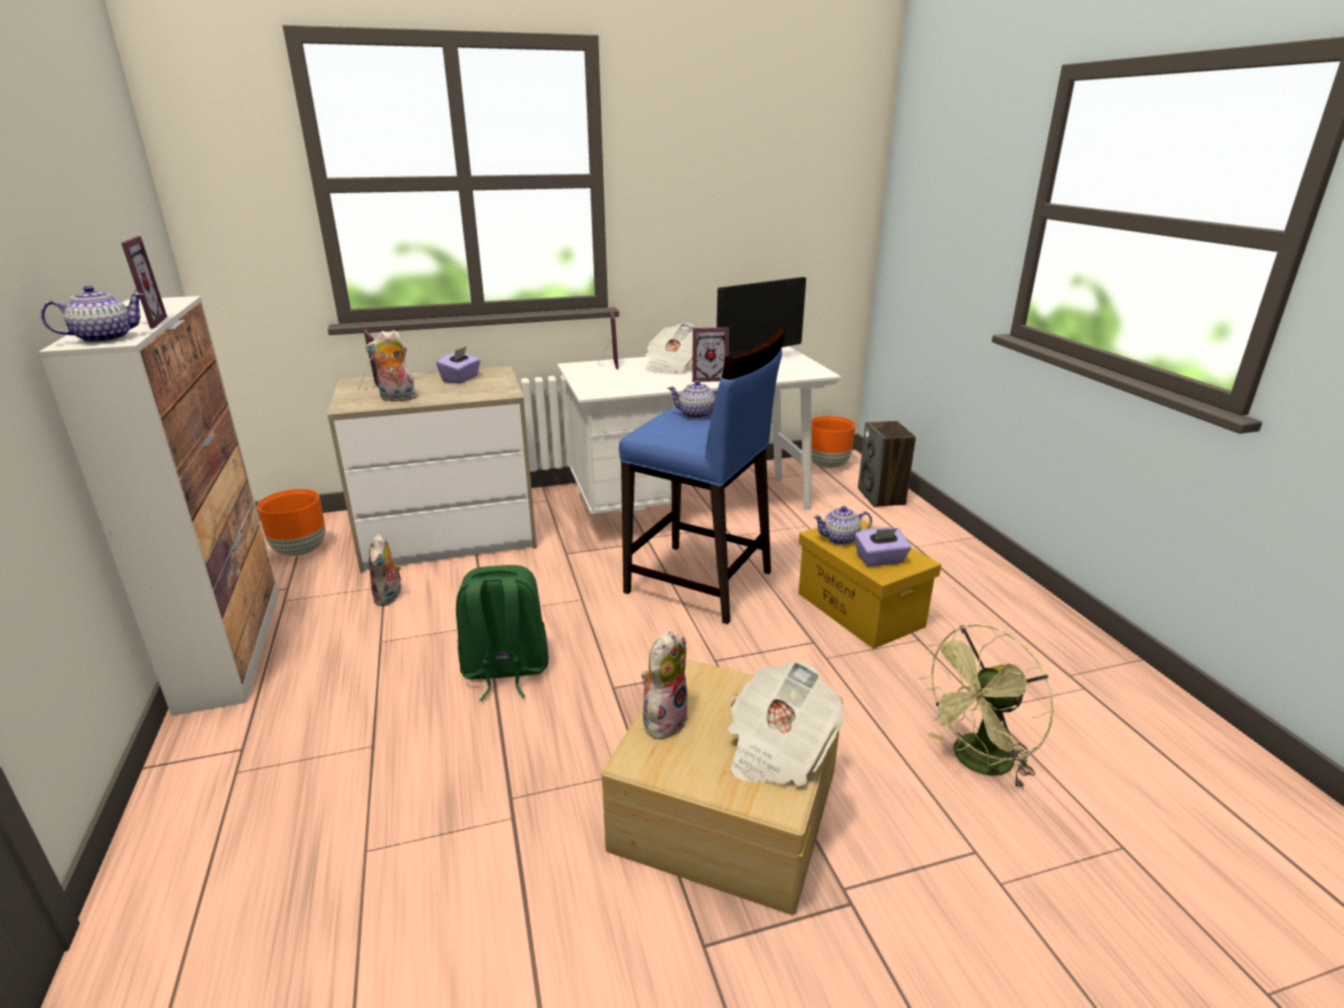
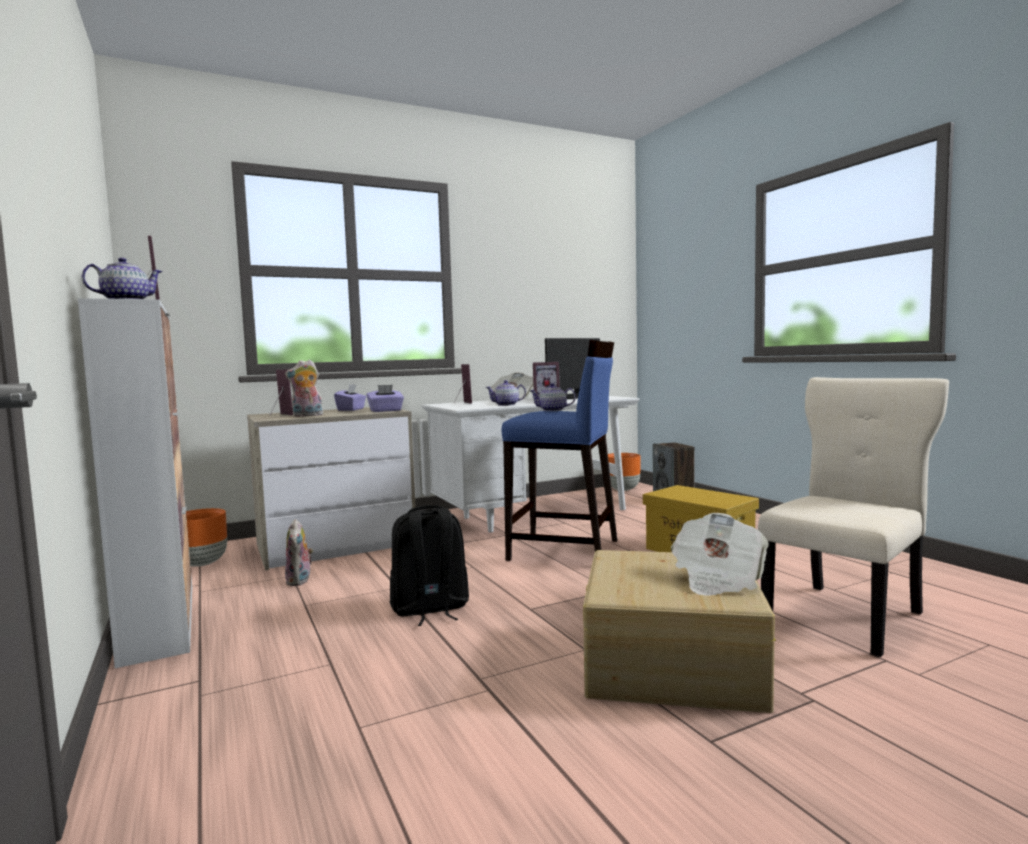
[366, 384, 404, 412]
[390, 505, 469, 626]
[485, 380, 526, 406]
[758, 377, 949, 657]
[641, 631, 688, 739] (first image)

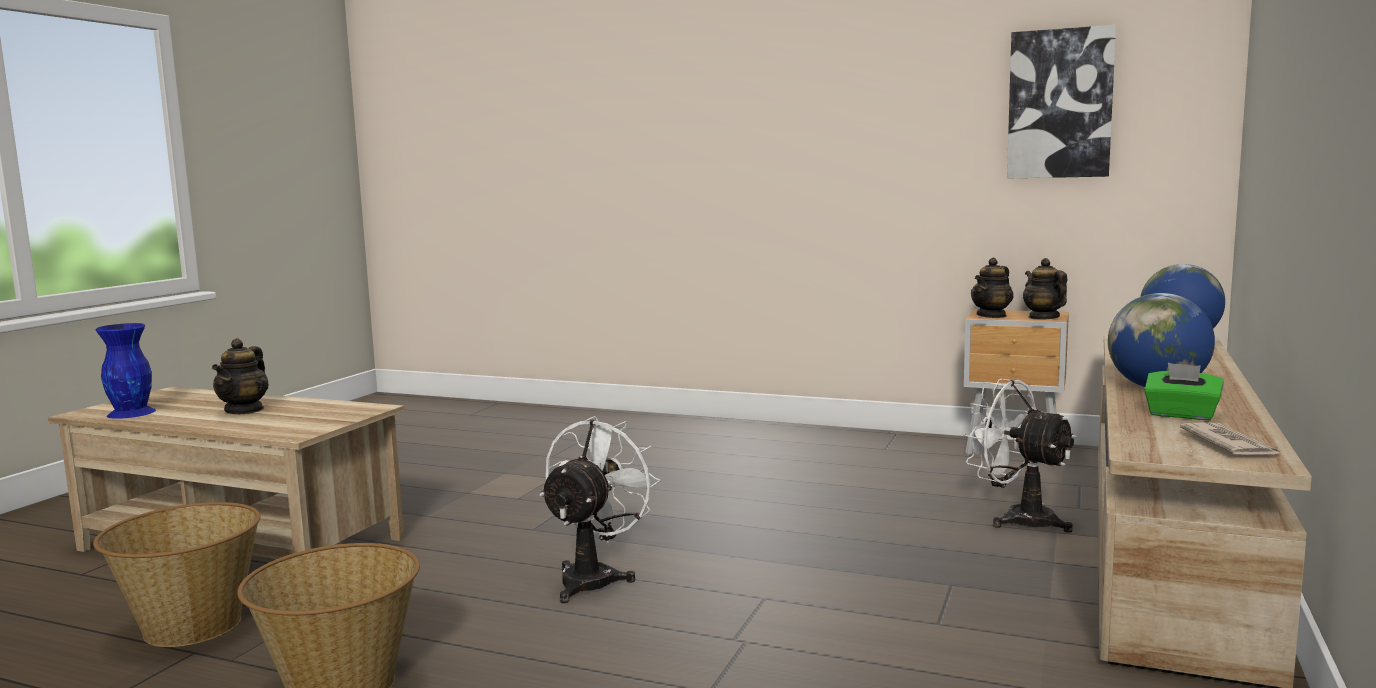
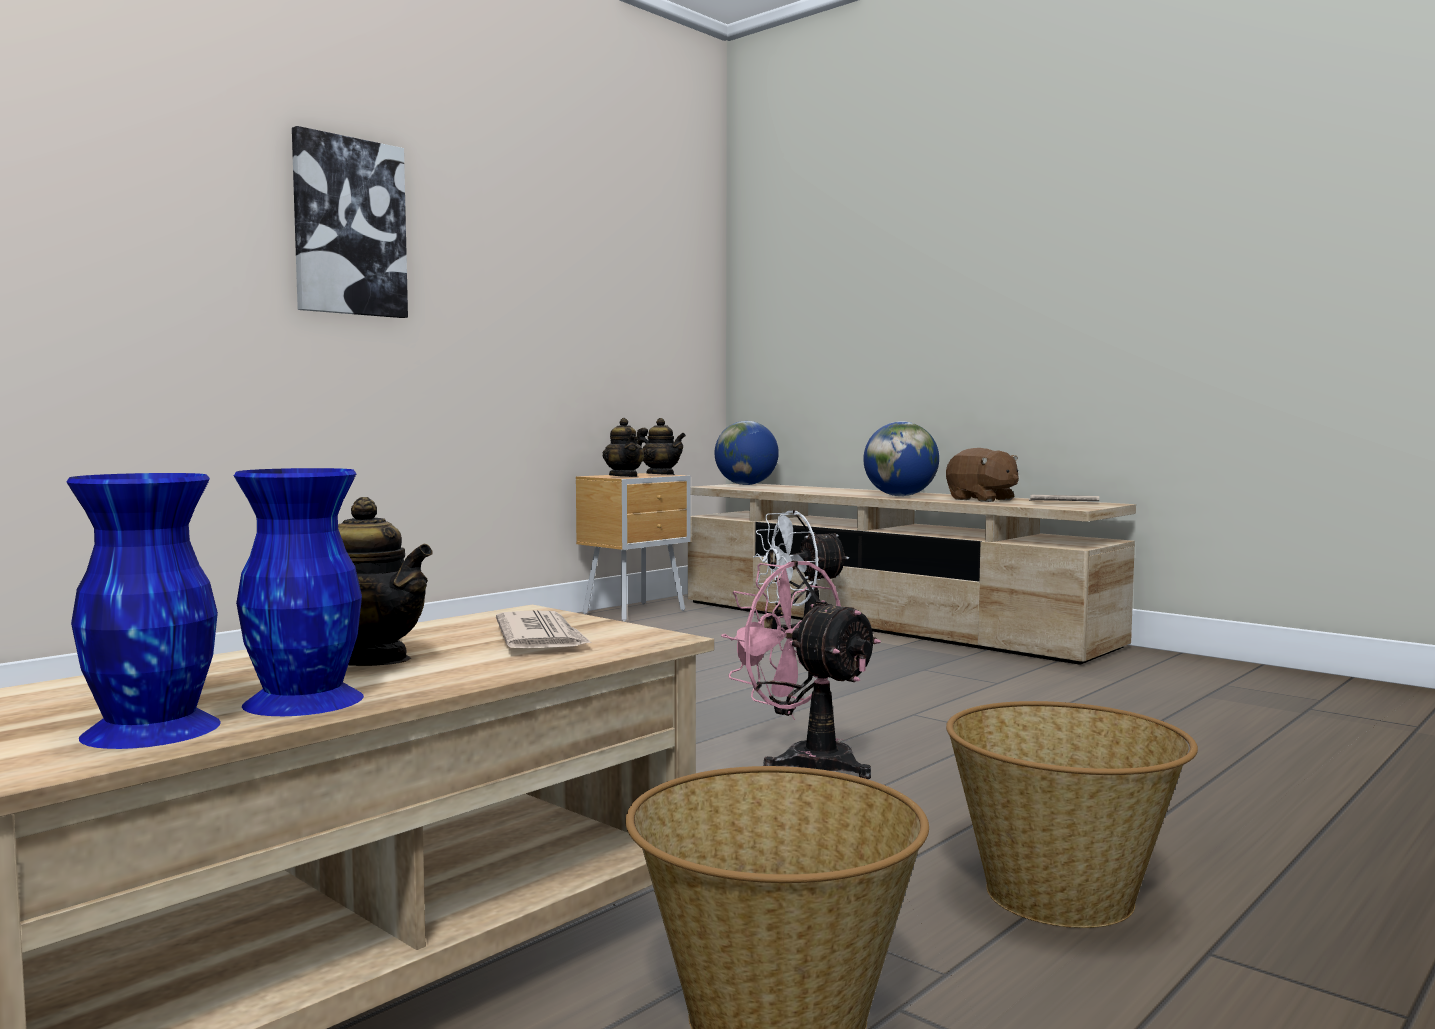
[234, 468, 364, 716]
[292, 126, 408, 318]
[496, 610, 592, 648]
[637, 418, 686, 475]
[721, 560, 881, 779]
[946, 448, 1019, 502]

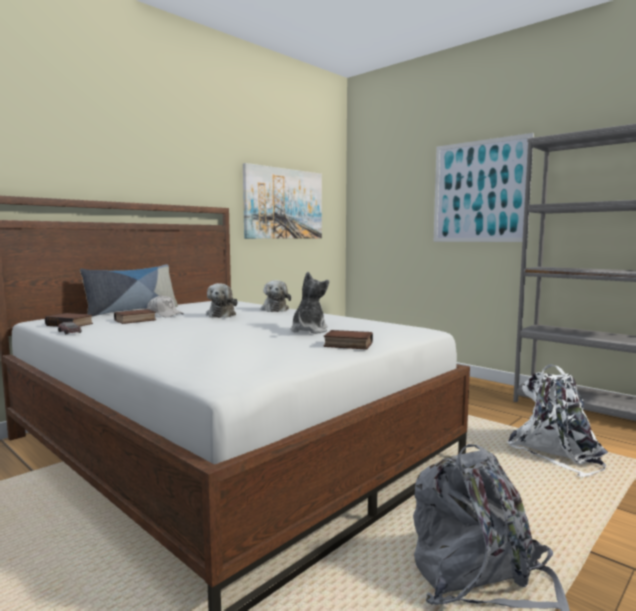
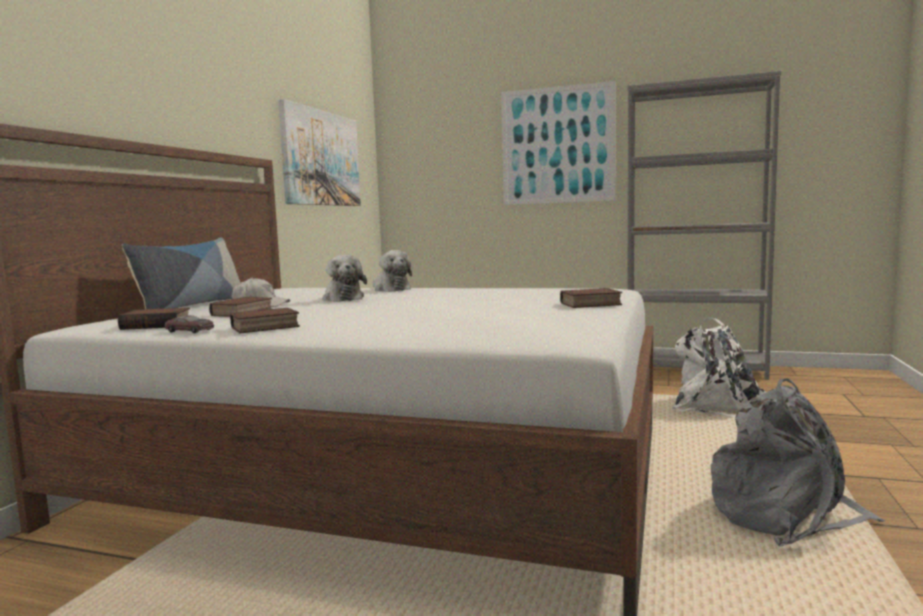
[230, 308, 300, 333]
[291, 272, 329, 334] (first image)

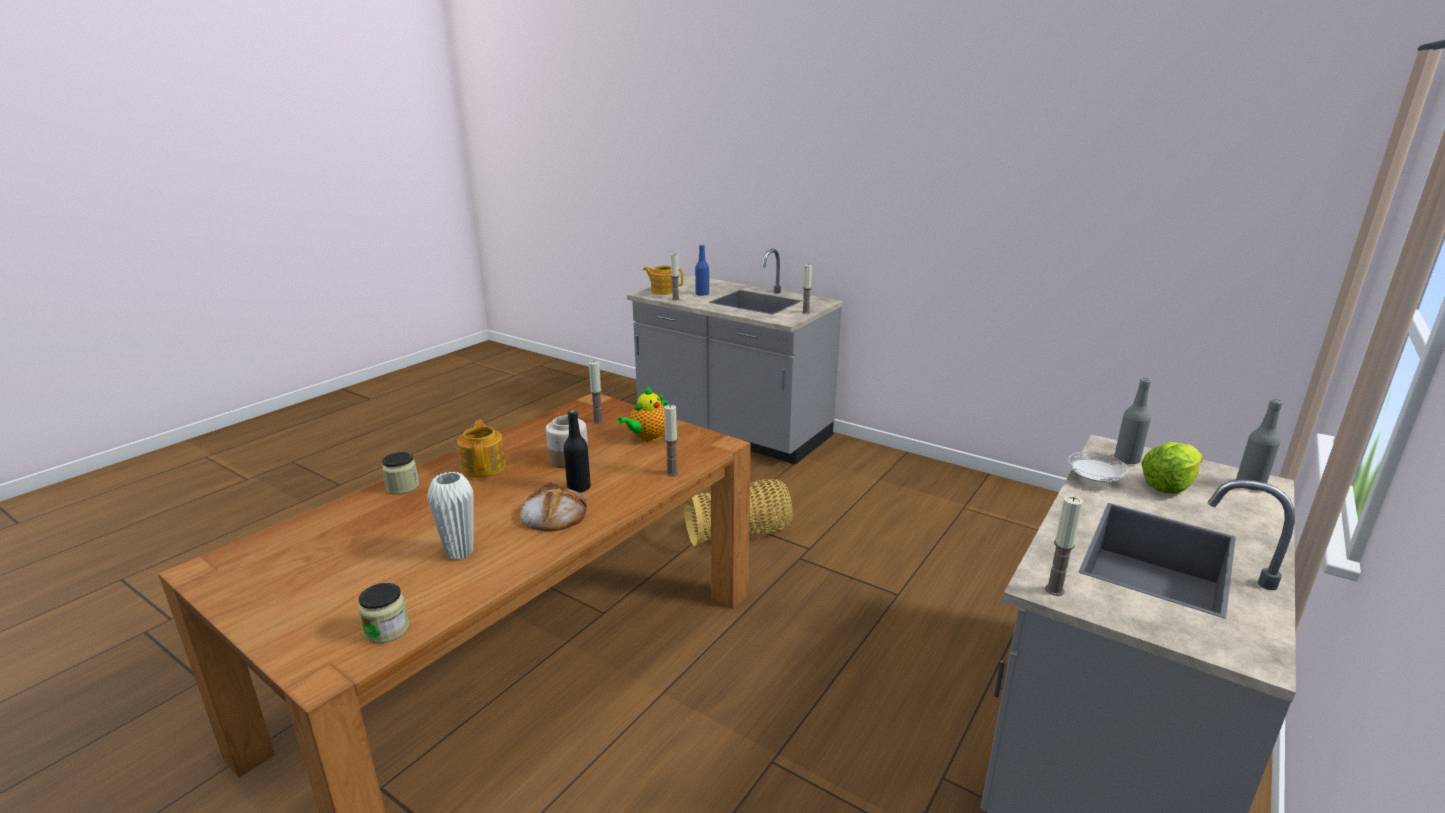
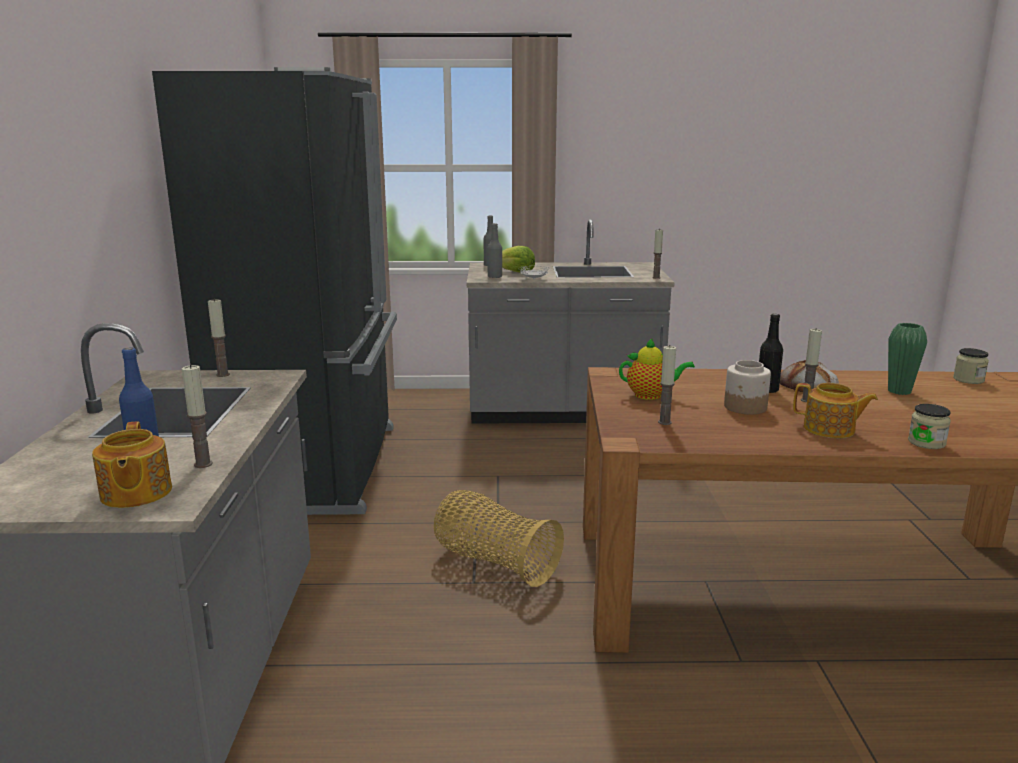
[152, 67, 397, 515]
[793, 383, 878, 438]
[801, 329, 822, 402]
[888, 323, 927, 395]

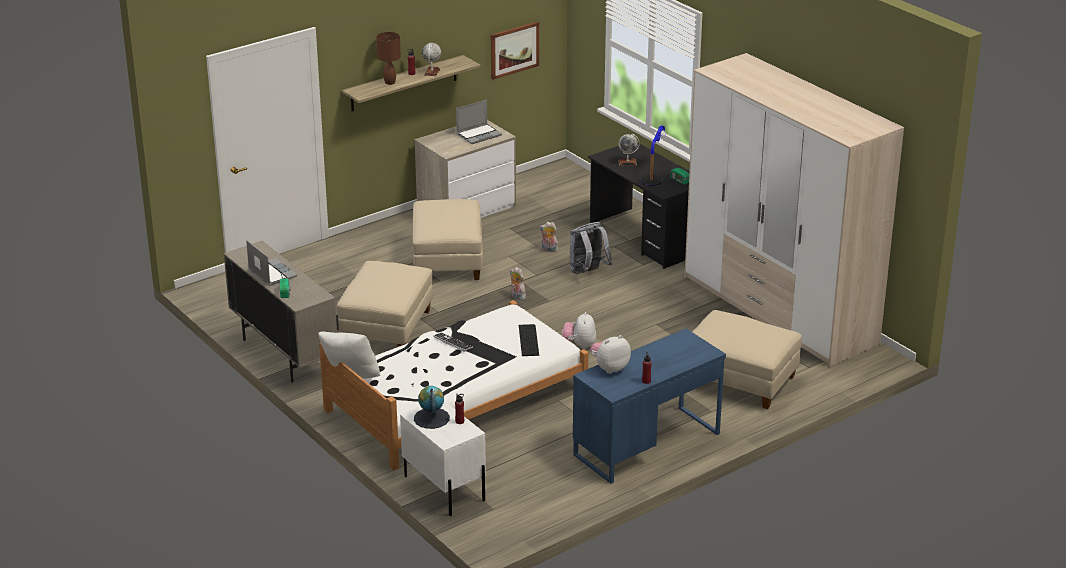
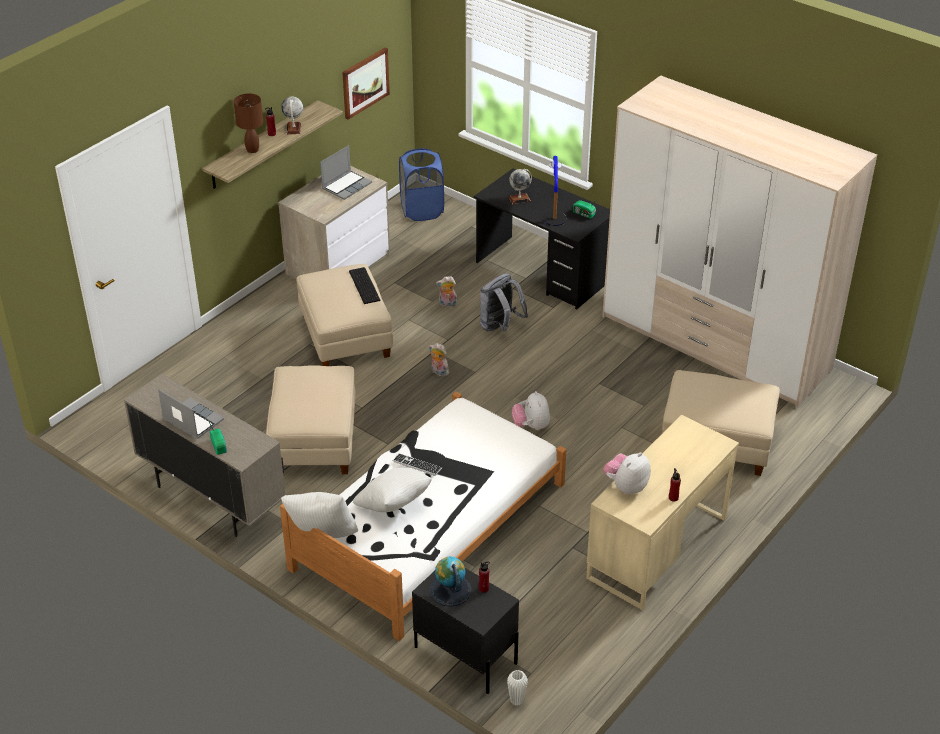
[349, 267, 381, 304]
[353, 467, 432, 512]
[399, 148, 444, 221]
[412, 568, 519, 694]
[507, 670, 528, 706]
[586, 415, 739, 610]

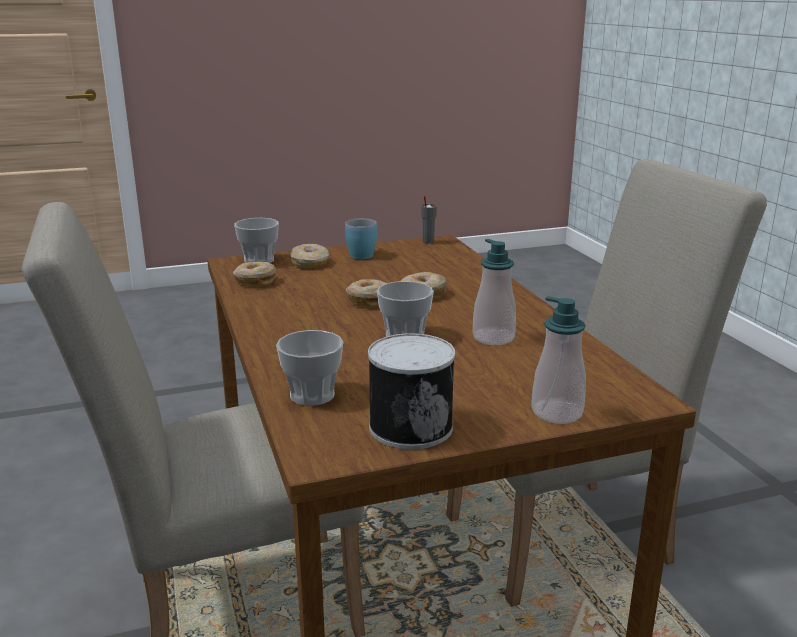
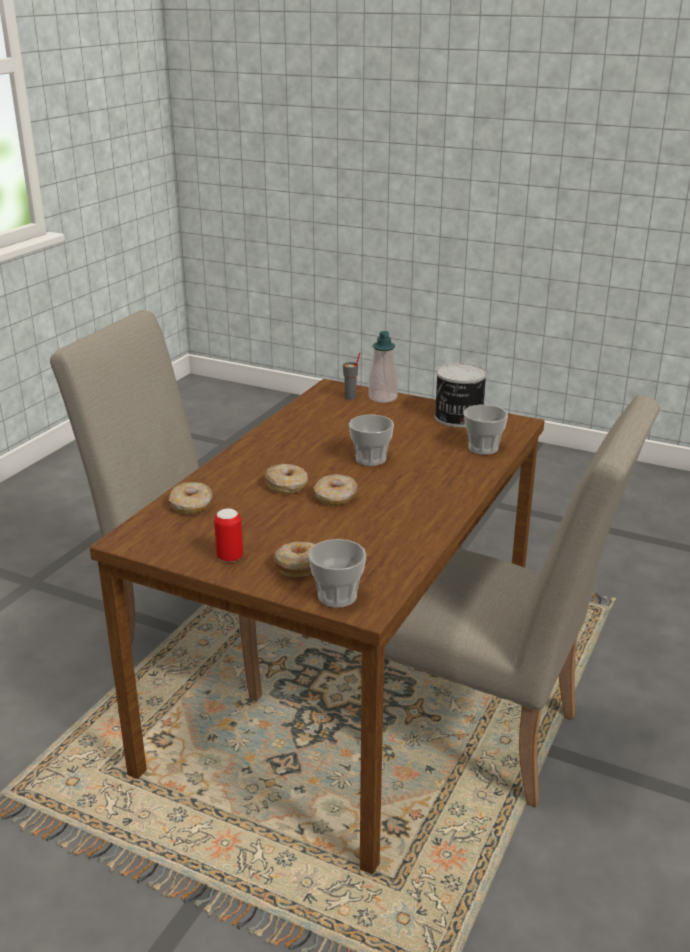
[169, 482, 213, 515]
[214, 508, 243, 562]
[343, 353, 360, 400]
[473, 239, 516, 345] (first image)

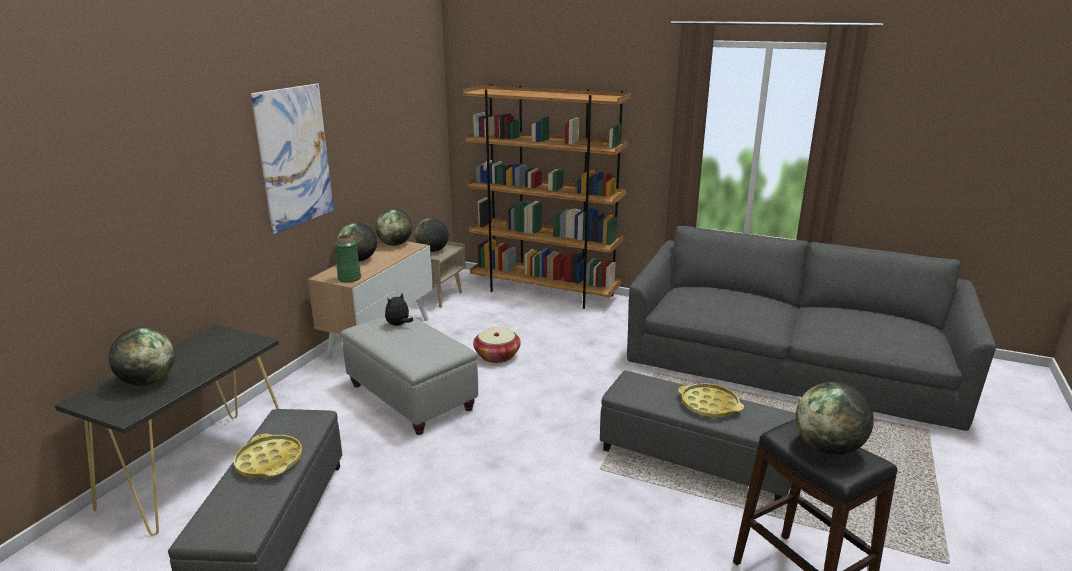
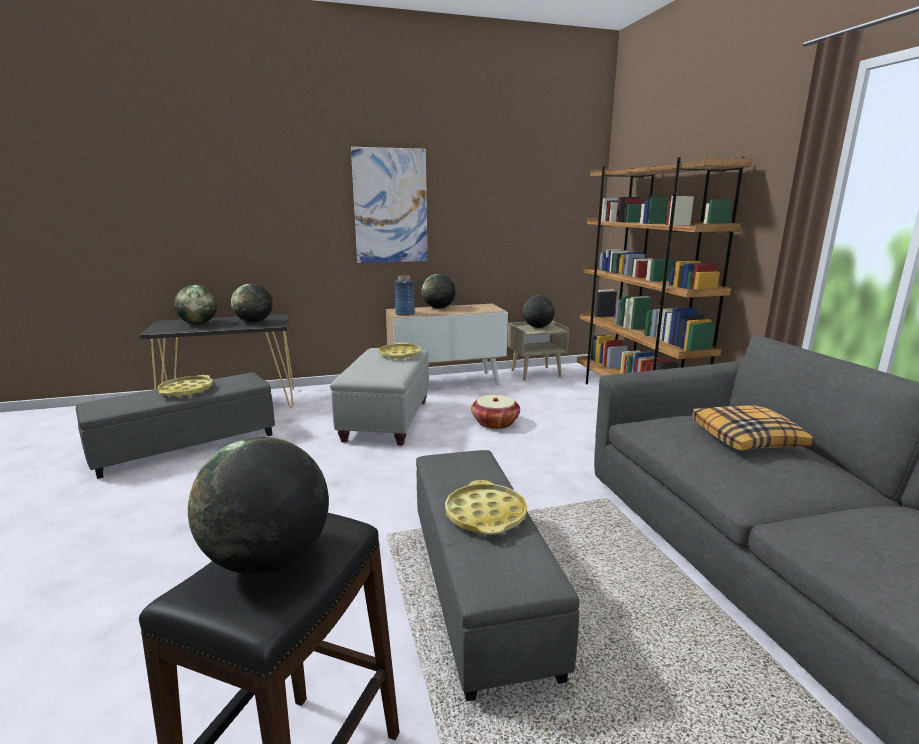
[231, 283, 273, 323]
[379, 343, 421, 359]
[395, 275, 415, 316]
[692, 405, 814, 450]

